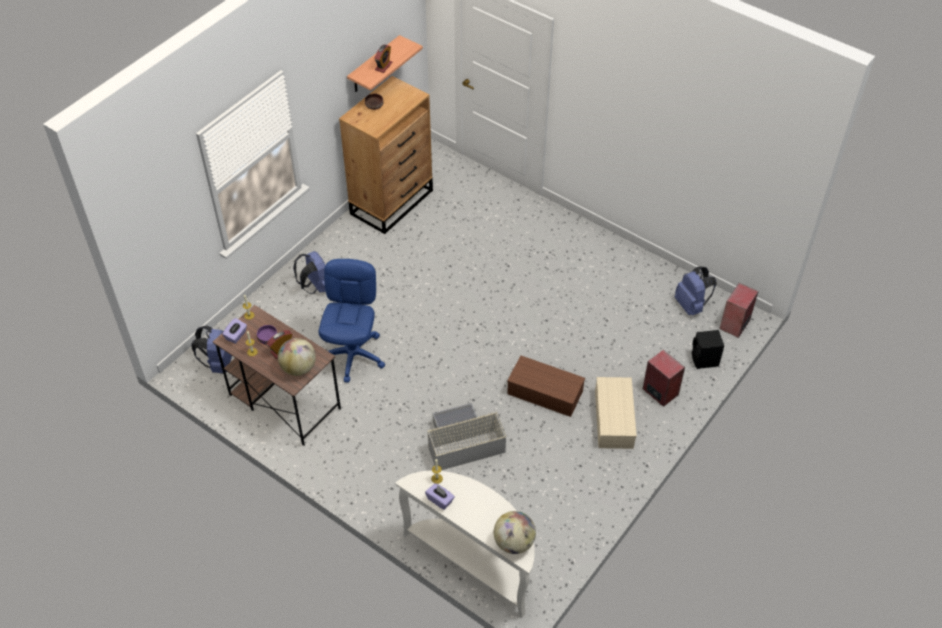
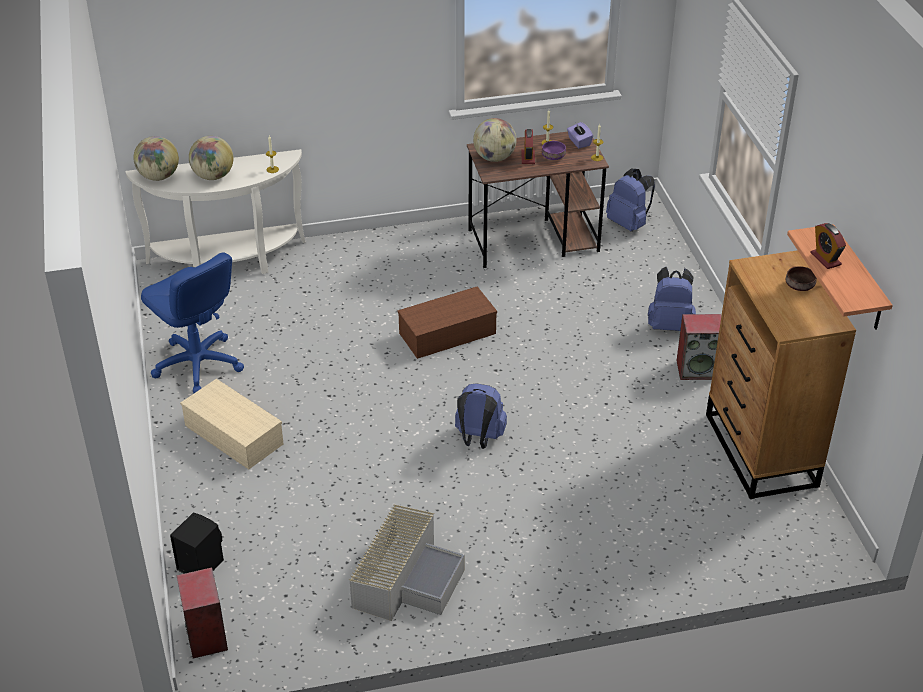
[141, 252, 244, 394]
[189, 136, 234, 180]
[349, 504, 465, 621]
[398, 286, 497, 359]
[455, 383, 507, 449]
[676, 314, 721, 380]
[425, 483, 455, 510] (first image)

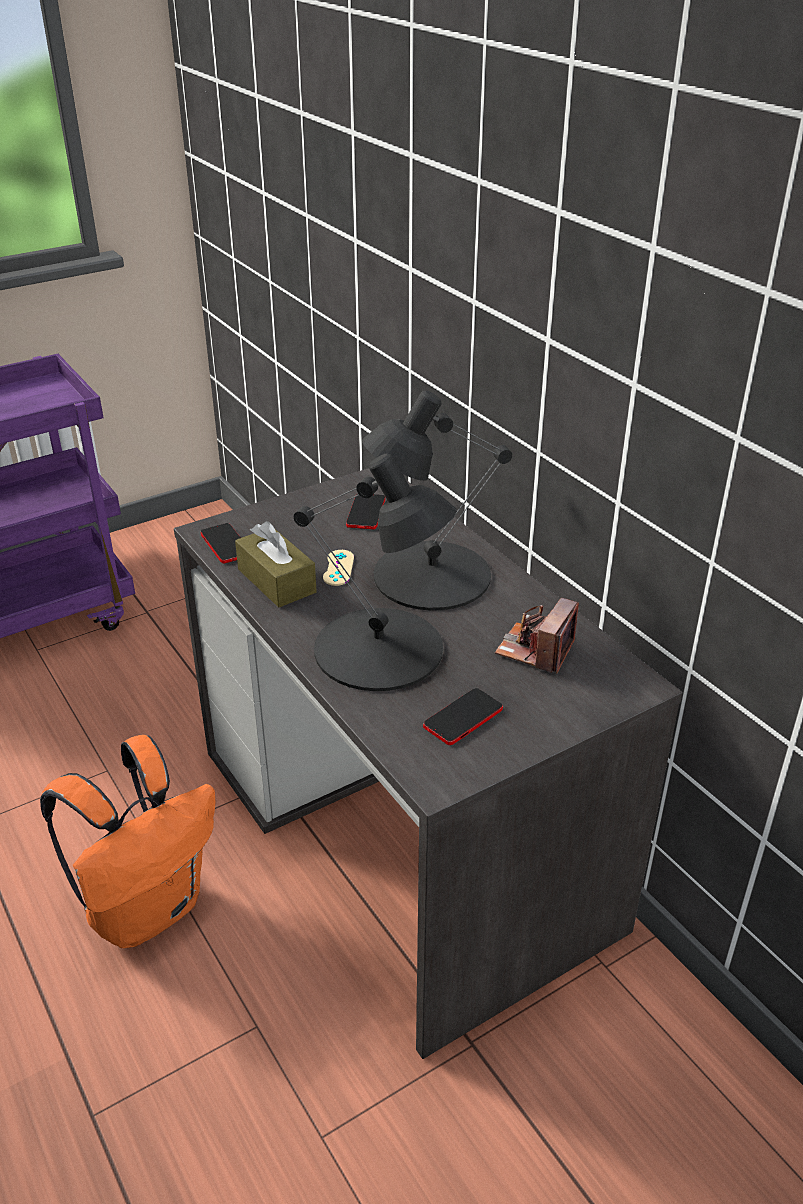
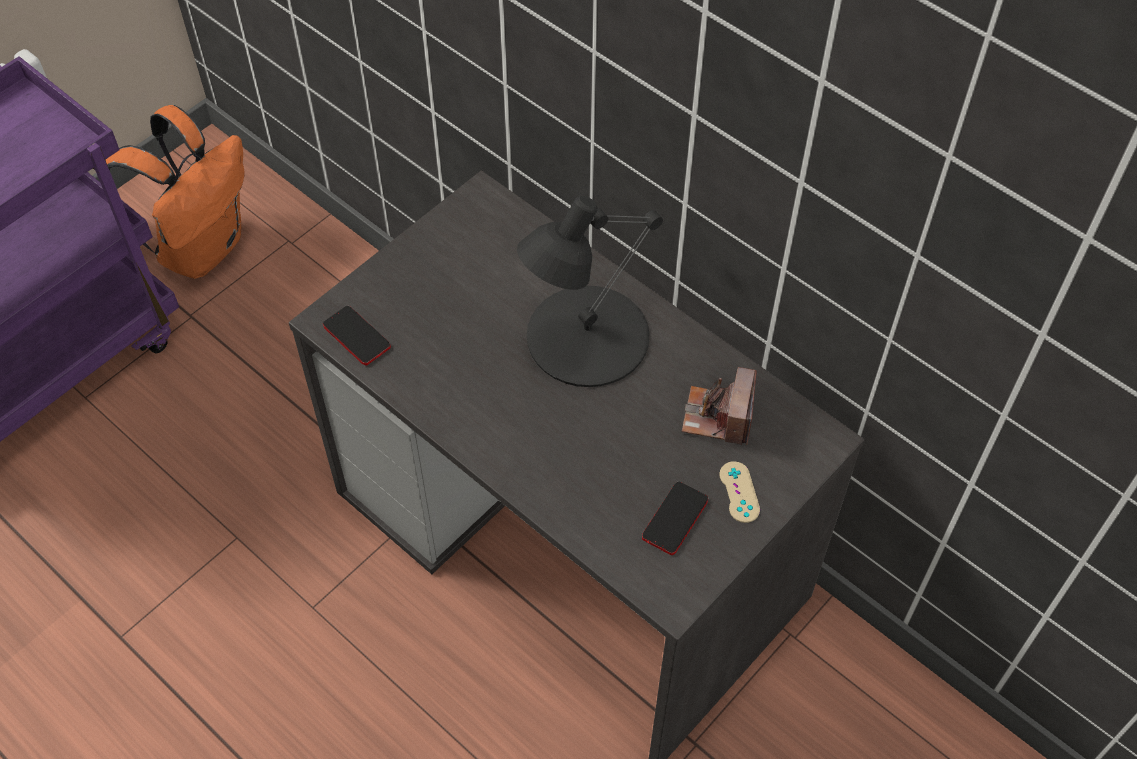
[106, 105, 244, 279]
[719, 461, 760, 523]
[235, 521, 317, 607] (first image)
[294, 453, 457, 691] (first image)
[346, 494, 385, 529] (first image)

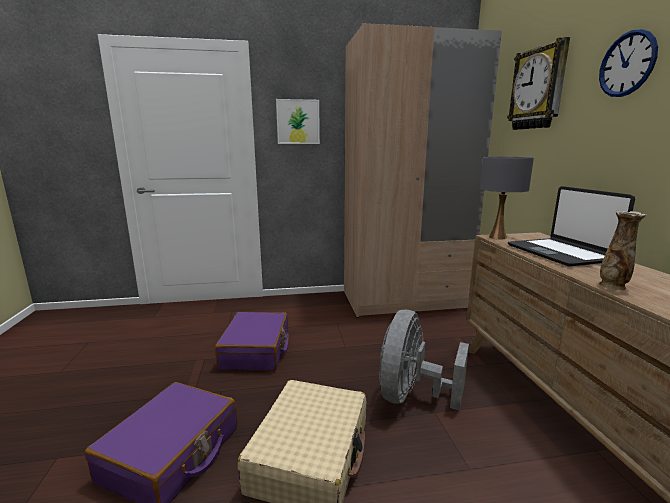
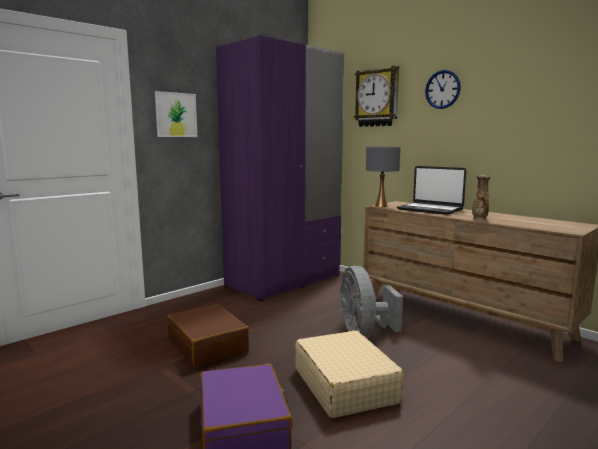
[167, 304, 249, 367]
[216, 35, 344, 301]

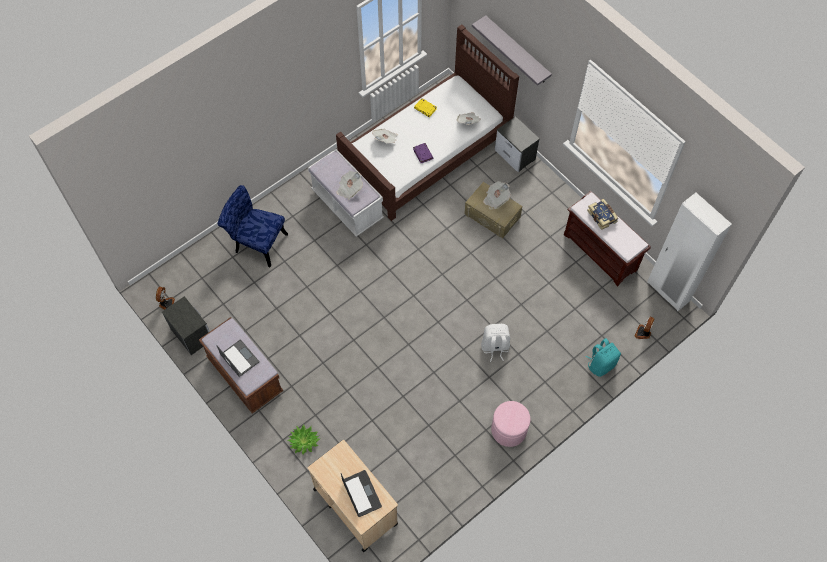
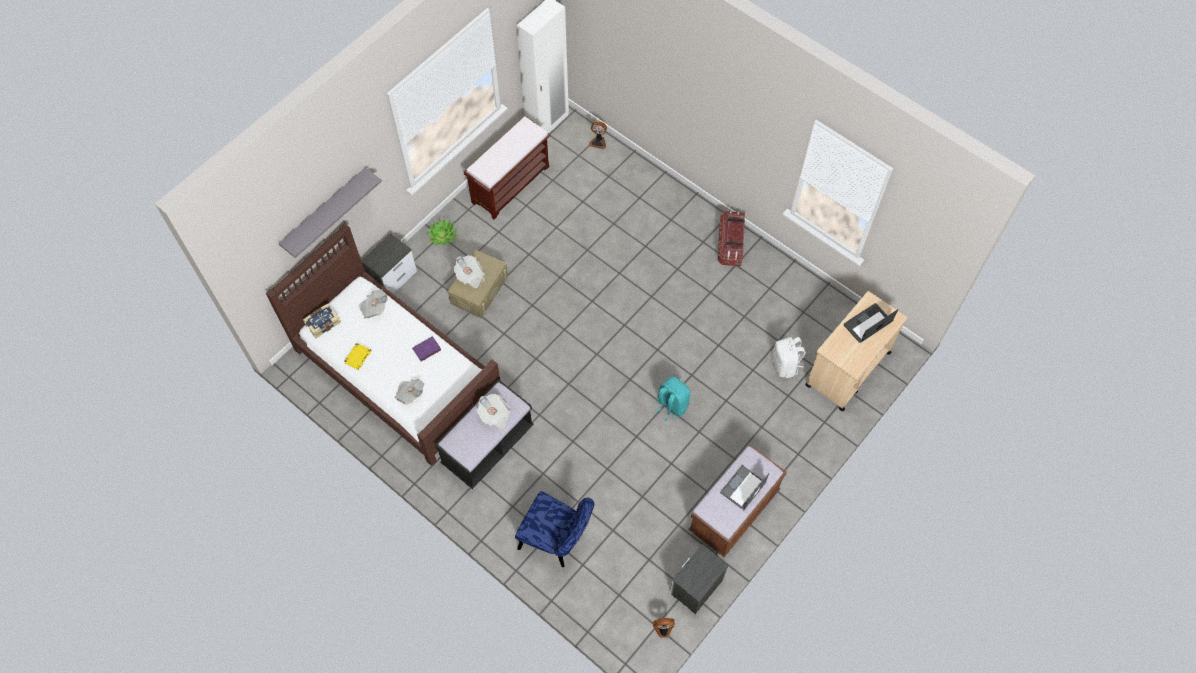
[303, 304, 341, 338]
[427, 219, 458, 246]
[435, 380, 534, 489]
[515, 491, 594, 568]
[654, 376, 690, 422]
[718, 211, 745, 266]
[772, 337, 805, 378]

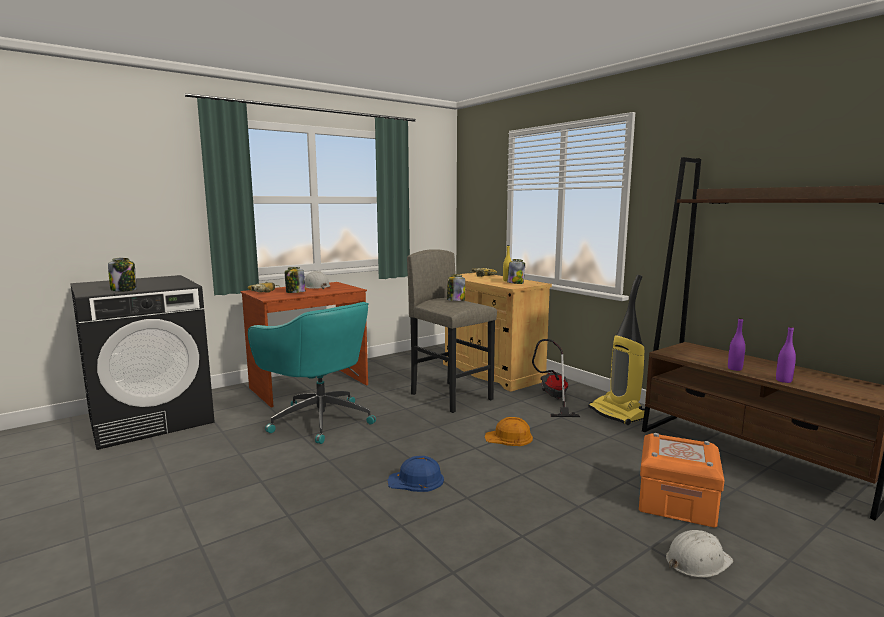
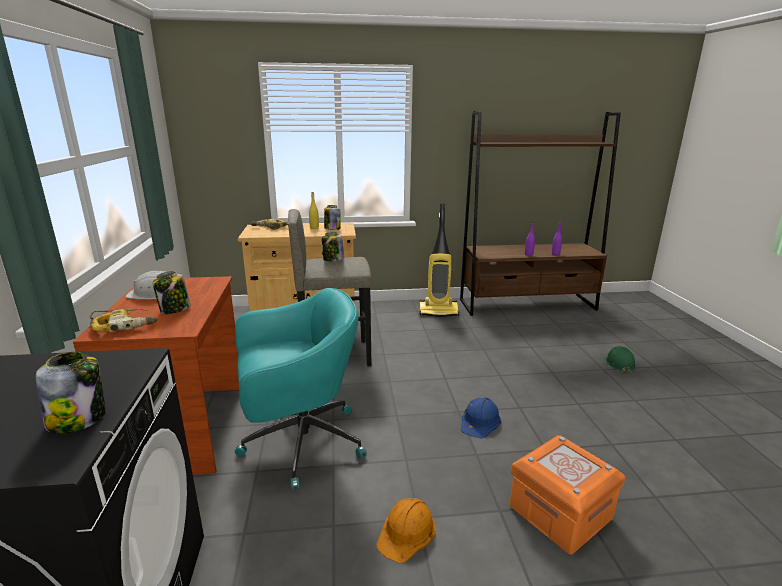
[376, 498, 436, 563]
[510, 435, 625, 554]
[605, 346, 636, 373]
[532, 339, 580, 417] (first image)

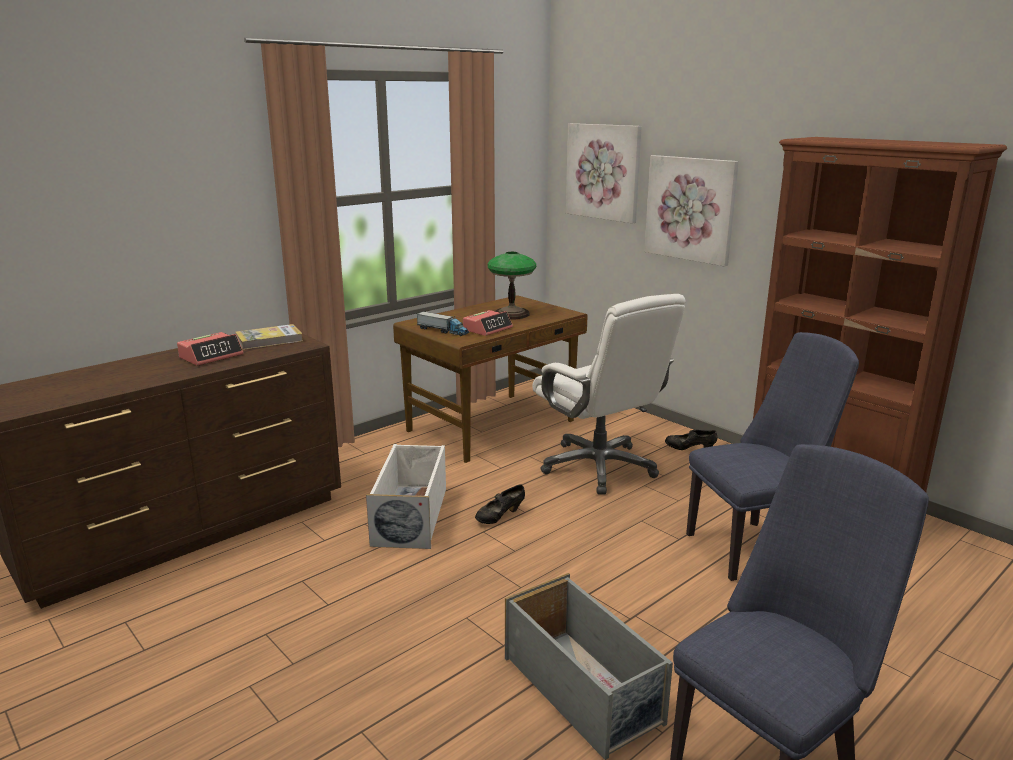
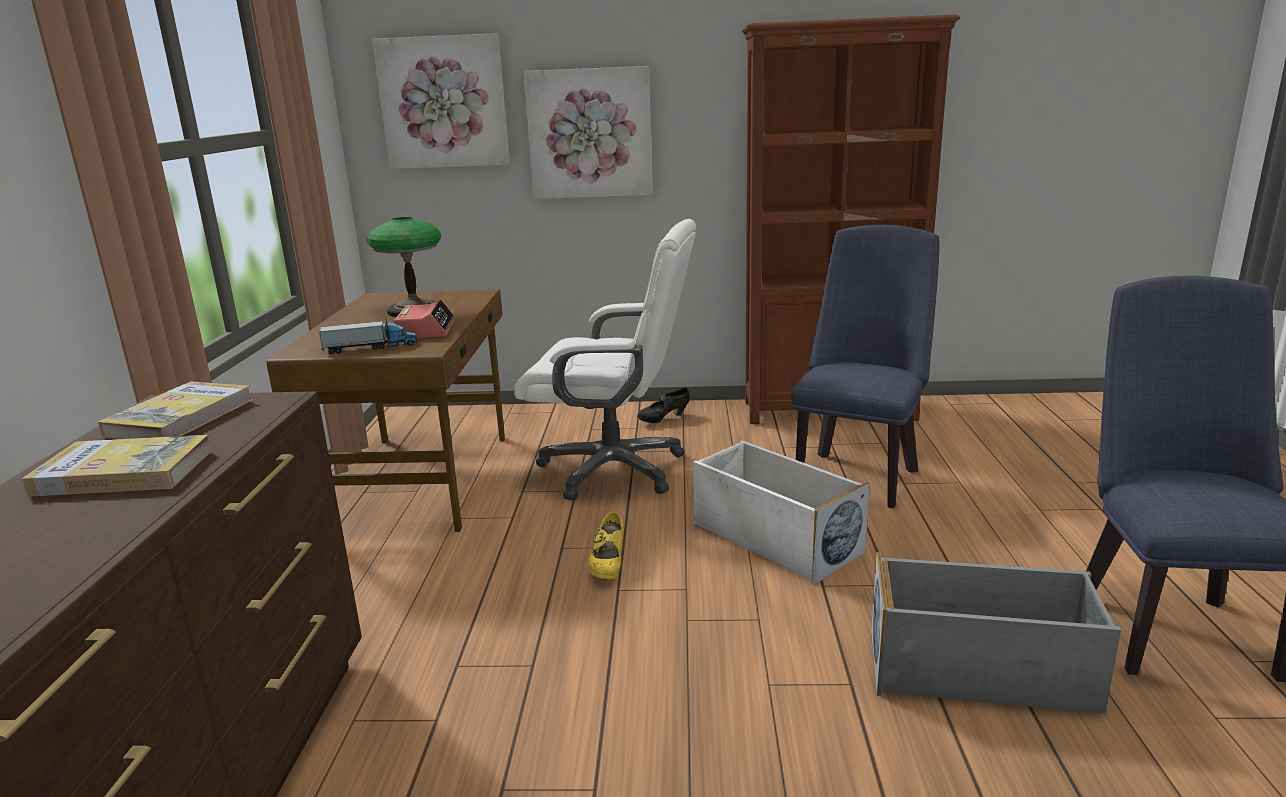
[22, 435, 212, 497]
[589, 512, 623, 580]
[693, 440, 870, 585]

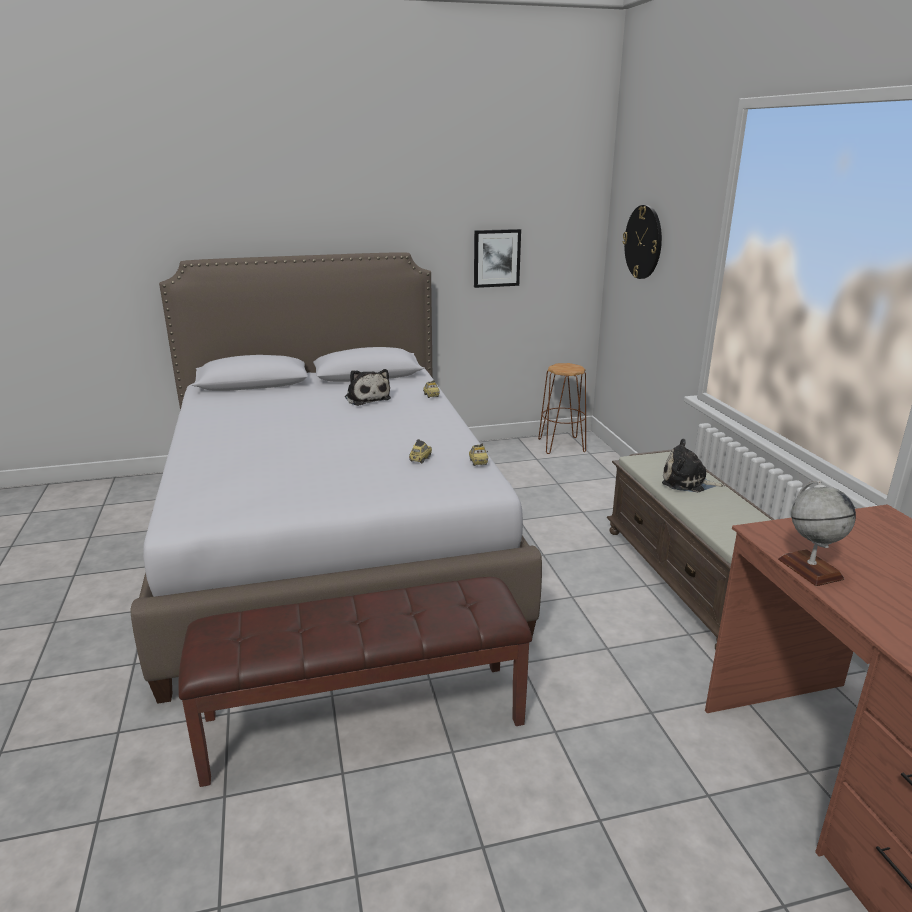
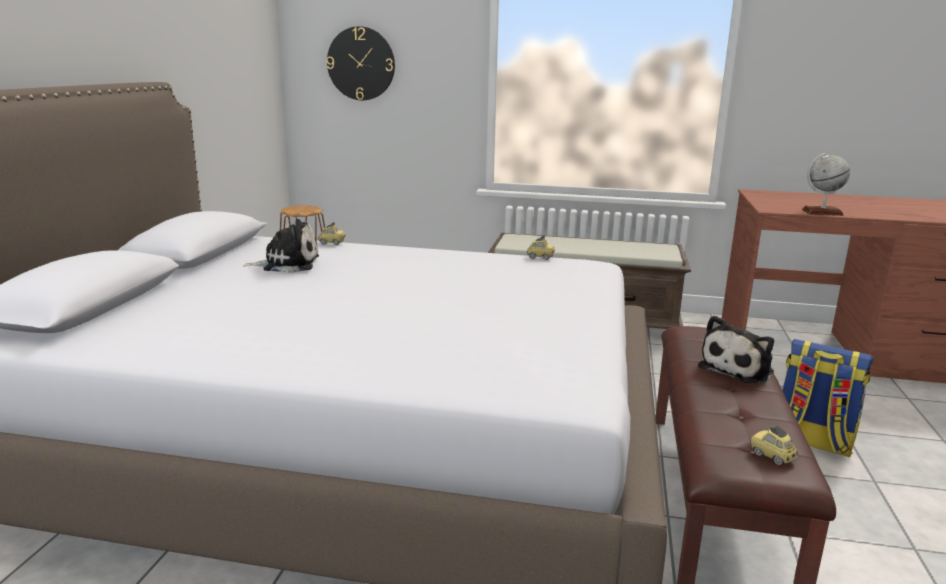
[698, 315, 774, 384]
[751, 426, 798, 465]
[782, 339, 874, 458]
[474, 229, 521, 288] (first image)

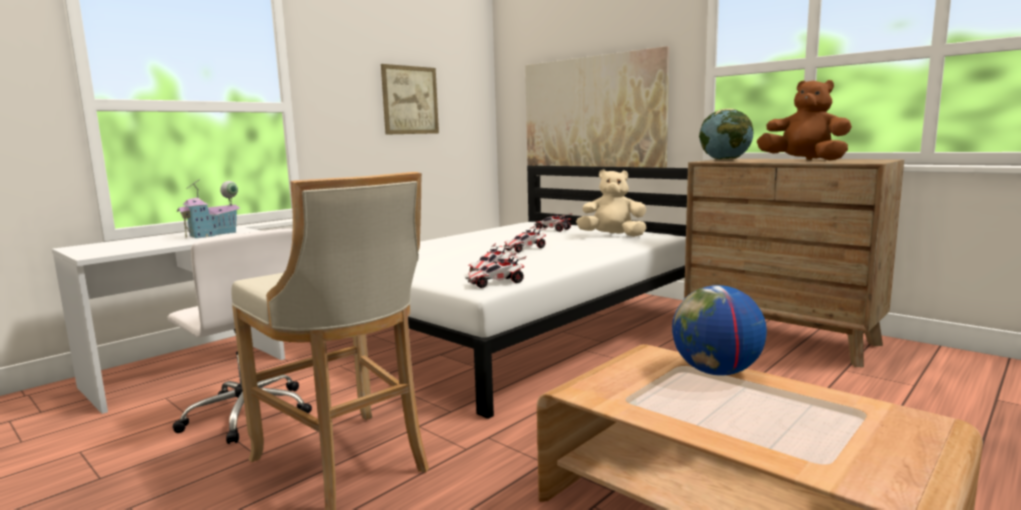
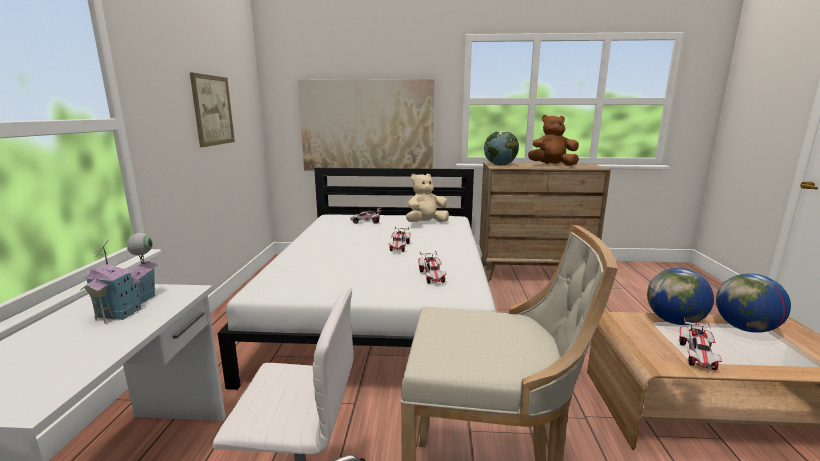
[679, 317, 722, 370]
[716, 273, 791, 333]

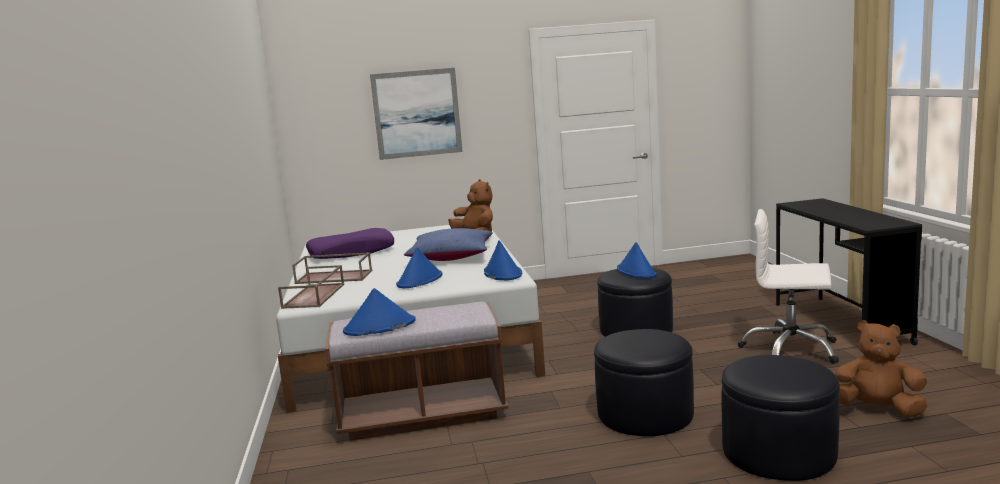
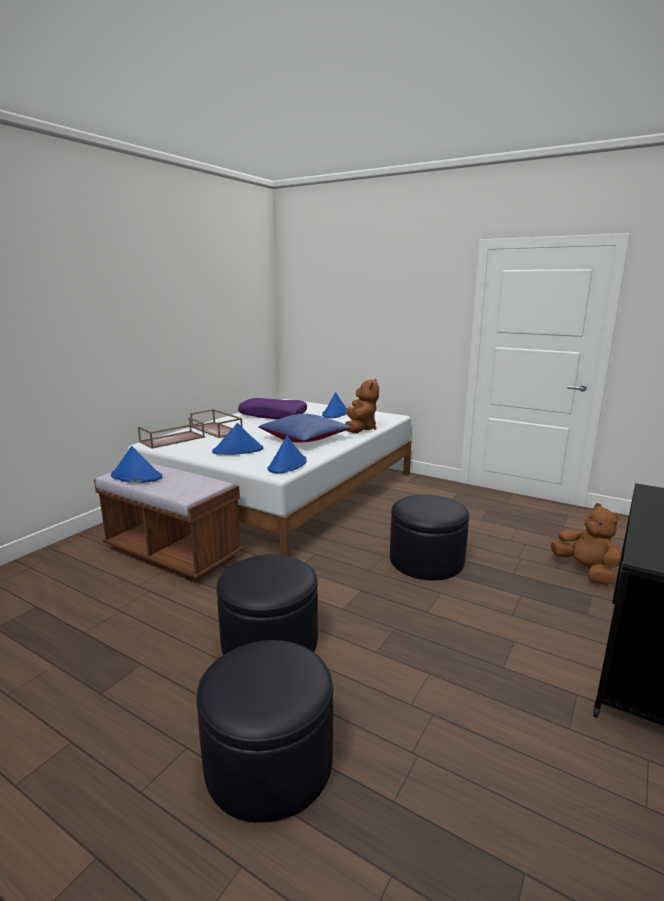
[322, 392, 348, 418]
[551, 503, 621, 585]
[370, 68, 463, 160] (first image)
[738, 209, 839, 364] (first image)

